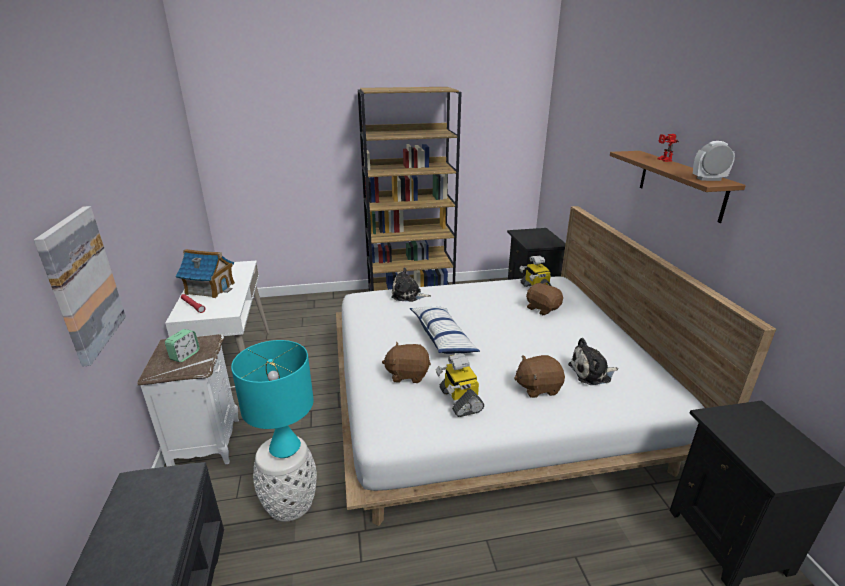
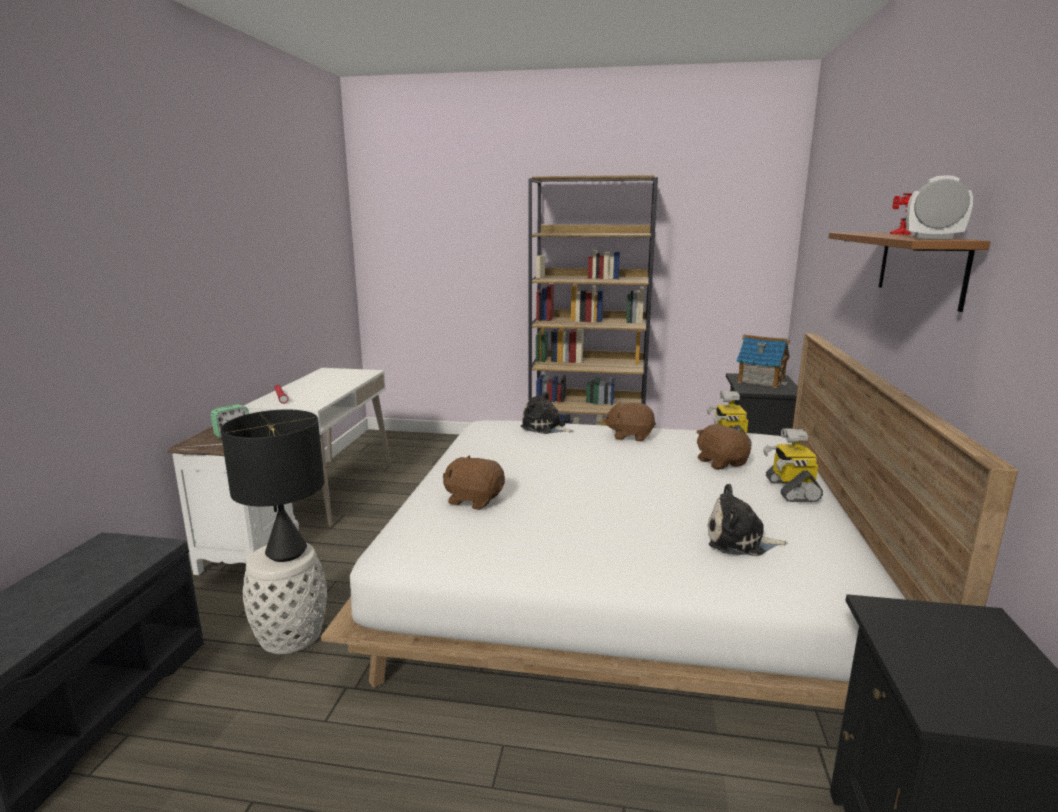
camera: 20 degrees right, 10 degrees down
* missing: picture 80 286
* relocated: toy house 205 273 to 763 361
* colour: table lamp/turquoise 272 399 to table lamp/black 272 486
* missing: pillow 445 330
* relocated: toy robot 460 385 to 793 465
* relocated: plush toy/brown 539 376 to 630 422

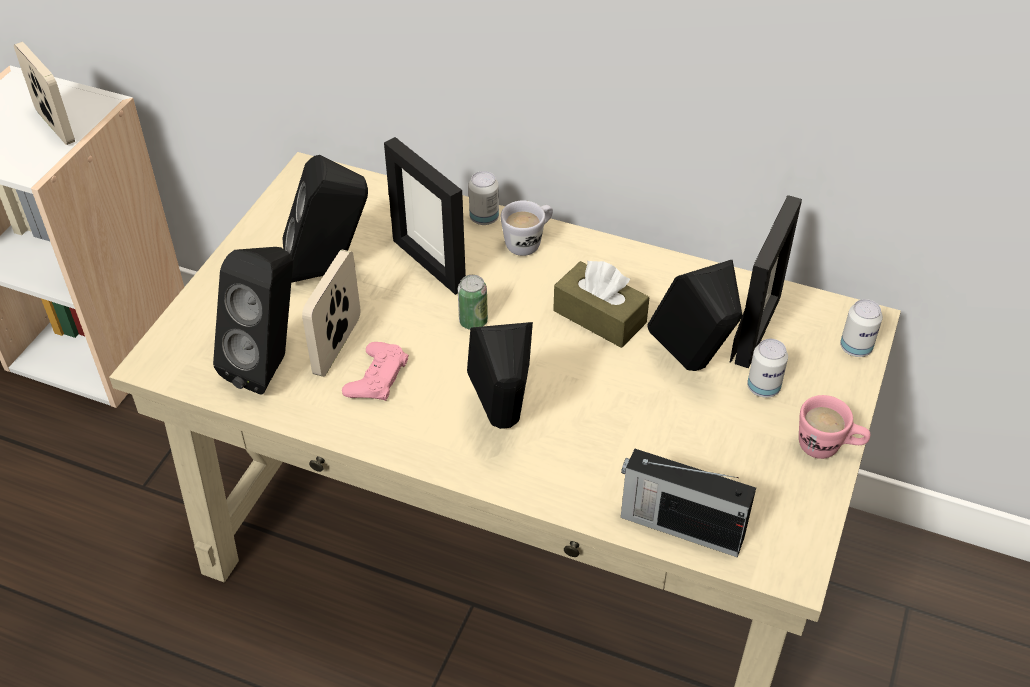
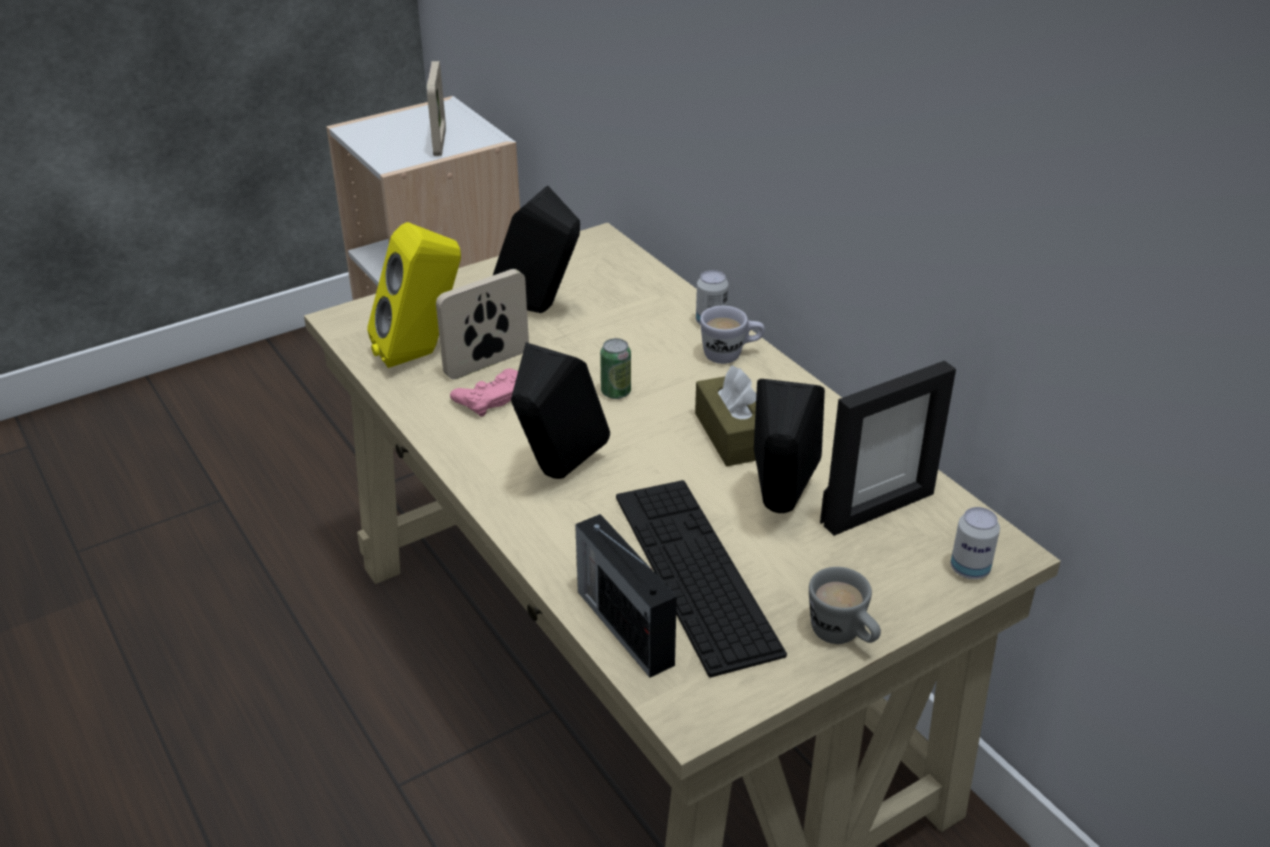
camera: 35 degrees right, 10 degrees down
* colour: speaker/black 253 320 to speaker/yellow 414 295
* missing: picture frame 425 216
* missing: can 767 368
* colour: mug/pink 834 427 to mug/grey 845 605
* appeared: keyboard 701 579

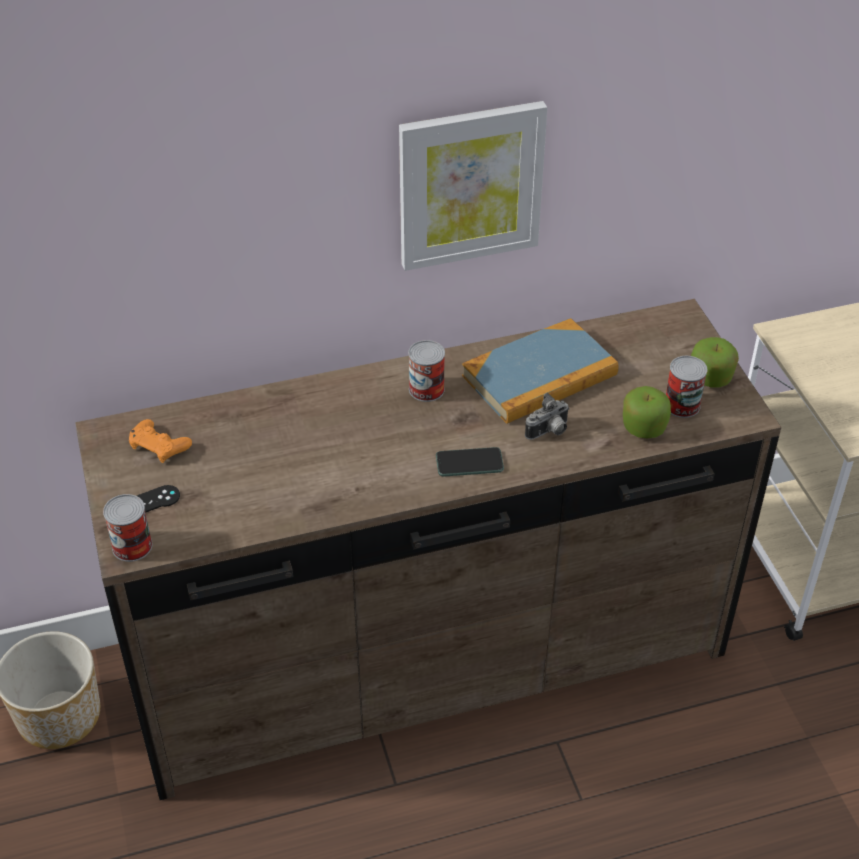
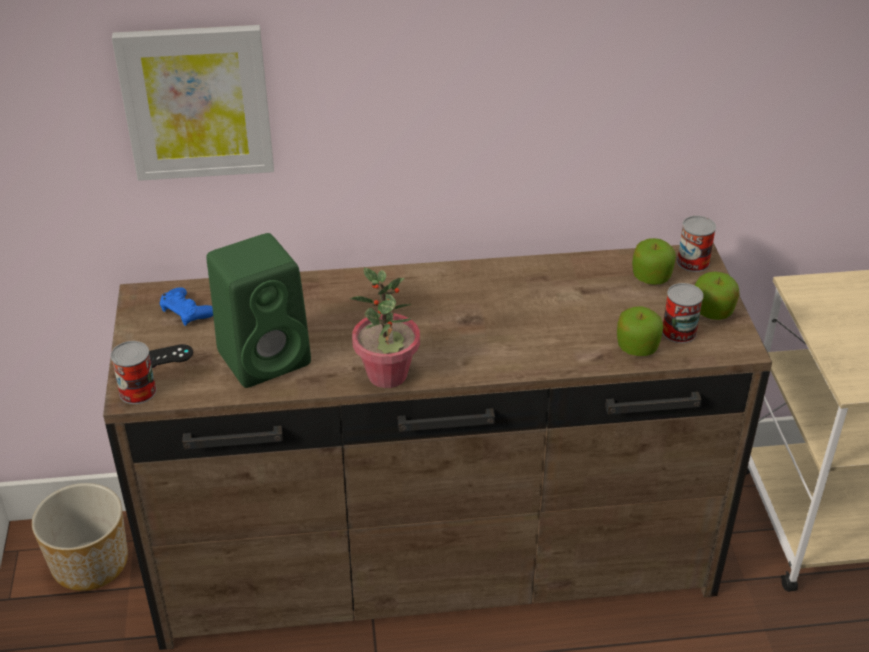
camera: 10 degrees right, 5 degrees down
* colour: game controller/orange 160 441 to game controller/blue 186 306
* relocated: picture 473 186 to 193 103
* relocated: can 426 371 to 696 244
* missing: phone 470 462
* missing: book 540 371
* missing: photo camera 547 416
* appeared: speaker/green 258 310
* appeared: potted plant 384 328
* appeared: apple 654 261

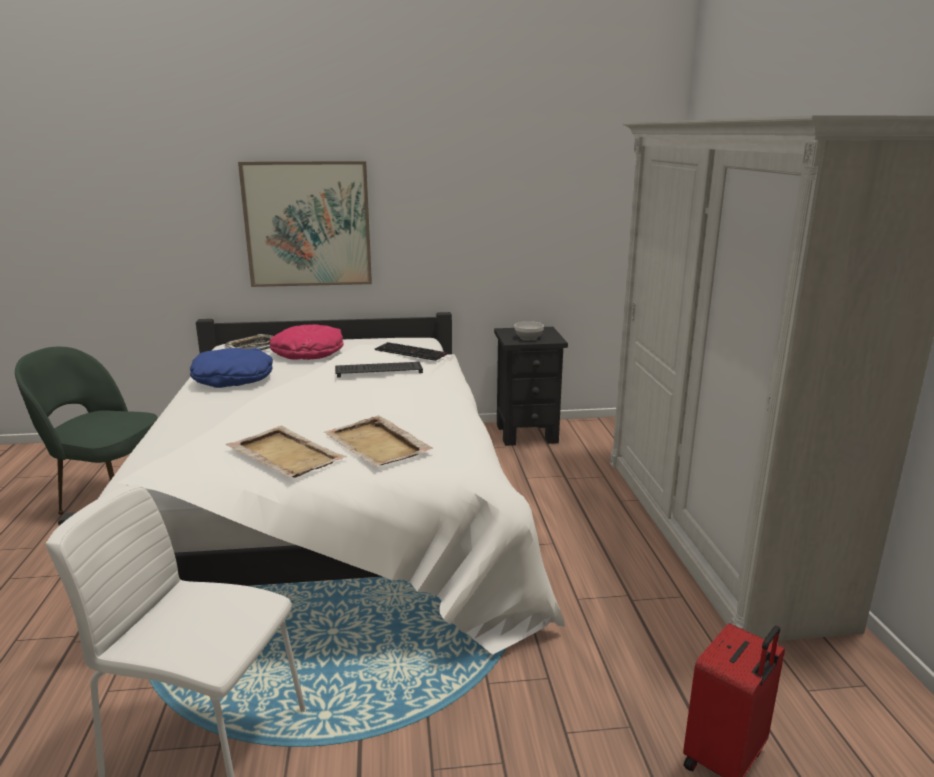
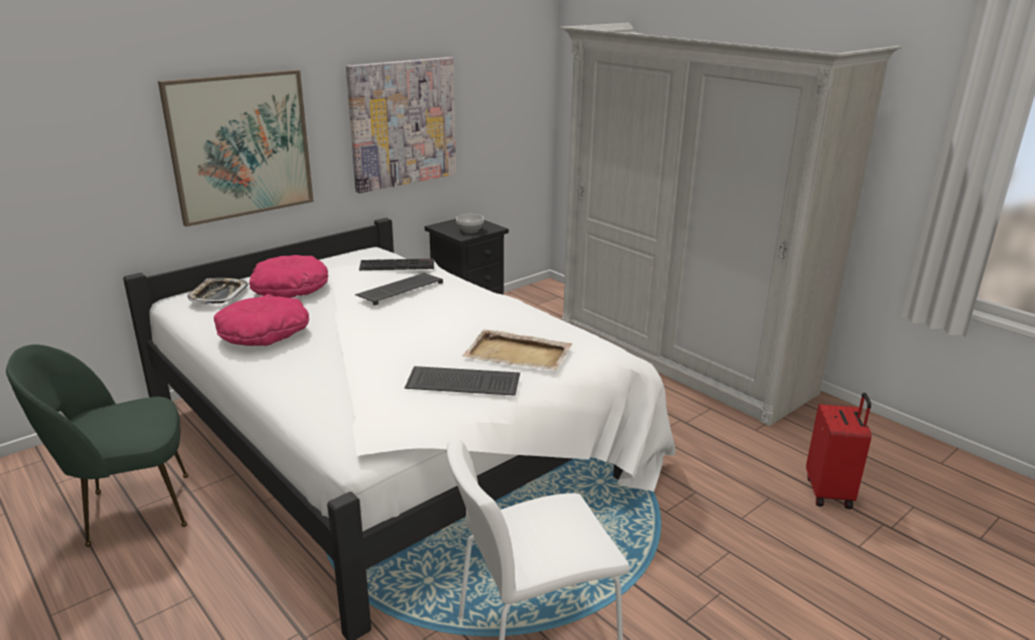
camera: 35 degrees left, 5 degrees up
* colour: pillow/blue 231 368 to pillow/pink 261 320
* exchanged: tray/beige 286 452 to keyboard 462 381
* appeared: picture 401 125

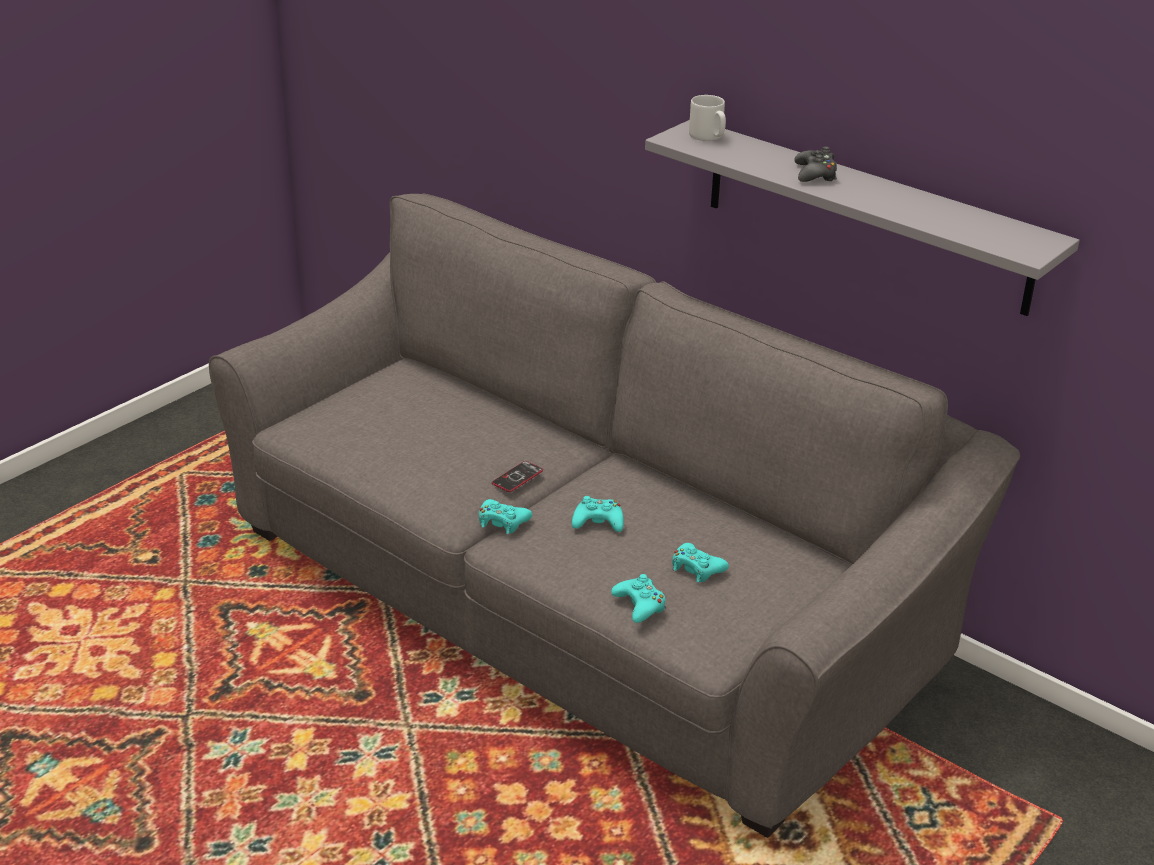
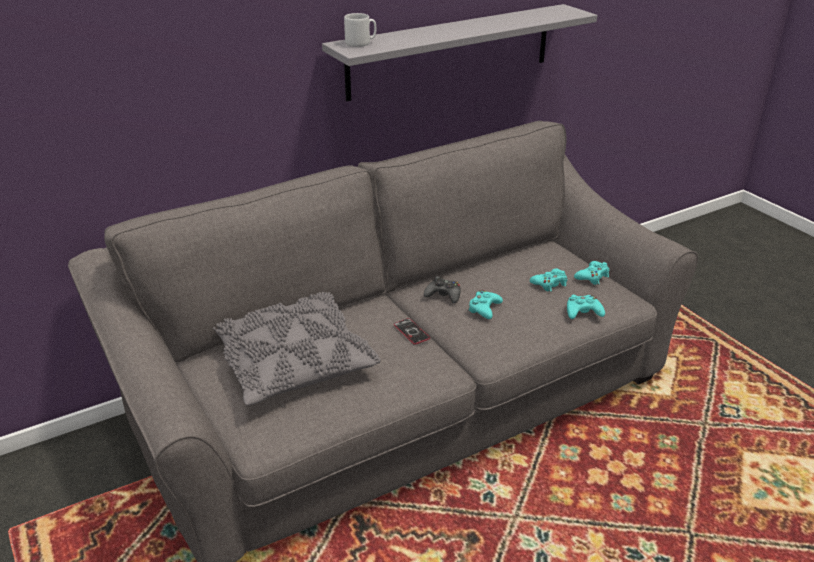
camera: 70 degrees left, 0 degrees up
* relocated: game controller/turquoise 505 516 to 592 273
* relocated: game controller/black 815 164 to 442 289
* appeared: pillow/grey 297 349

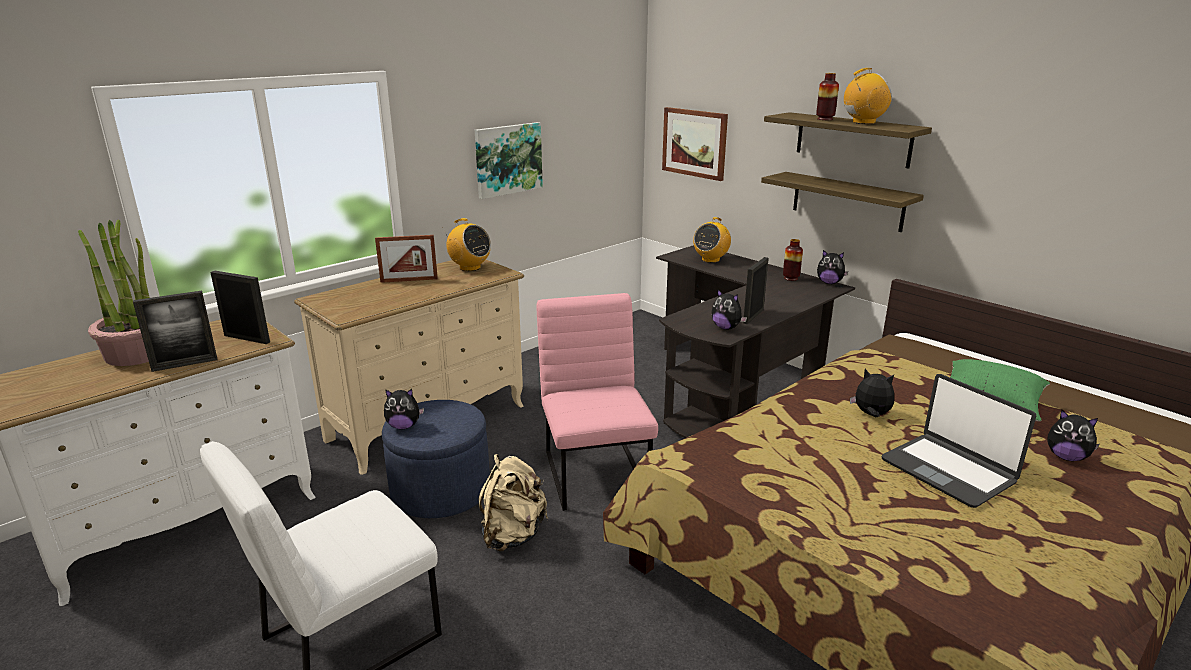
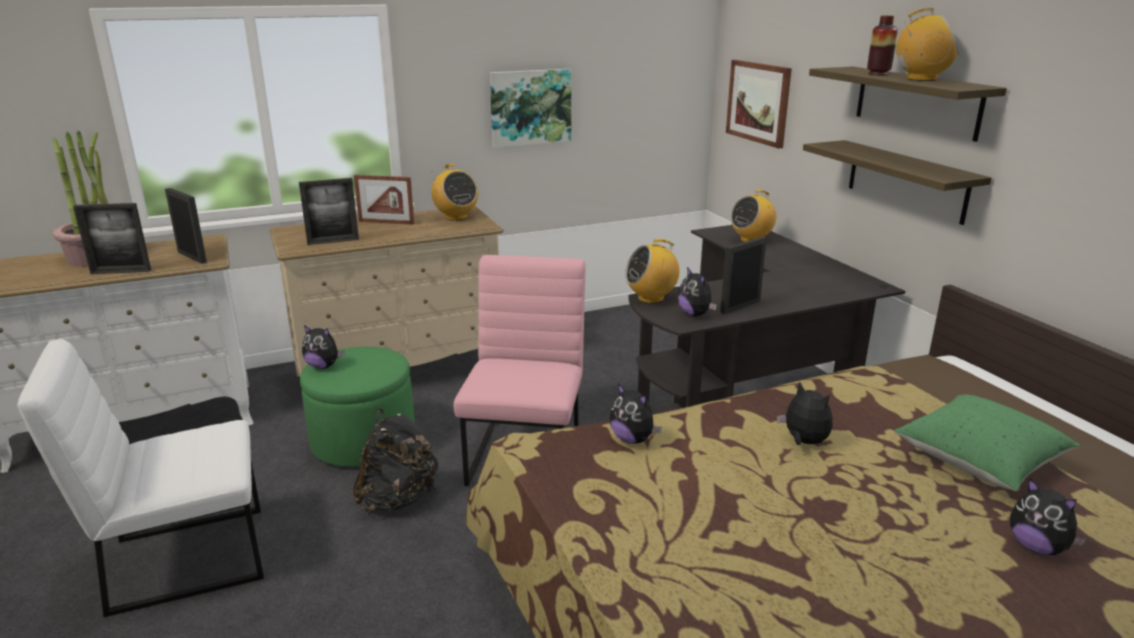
camera: 20 degrees right, 0 degrees up
* colour: ottoman/blue 436 459 to ottoman/green 357 407
* colour: backpack/beige 513 503 to backpack/black 395 460
* missing: vase 793 260
* relocated: plush toy 832 267 to 636 413
* missing: laptop 958 441
* appeared: picture frame 329 211
* appeared: radio 652 271

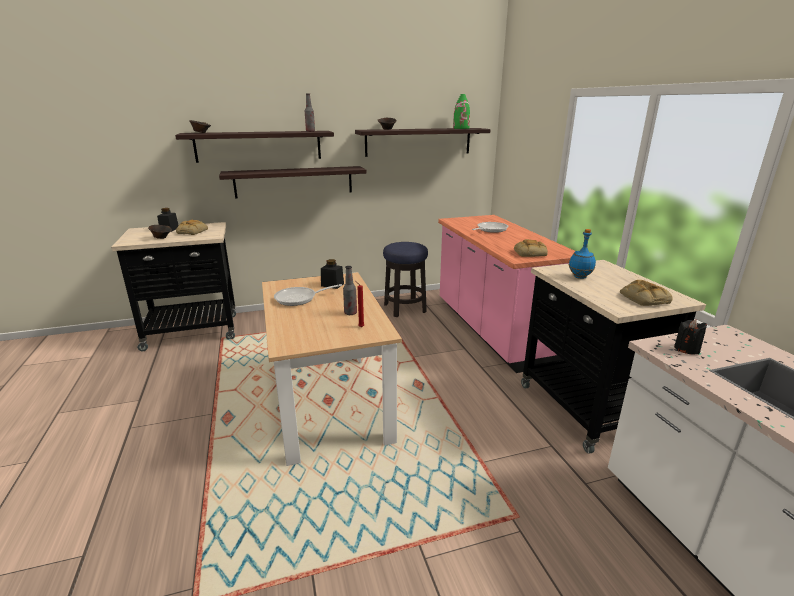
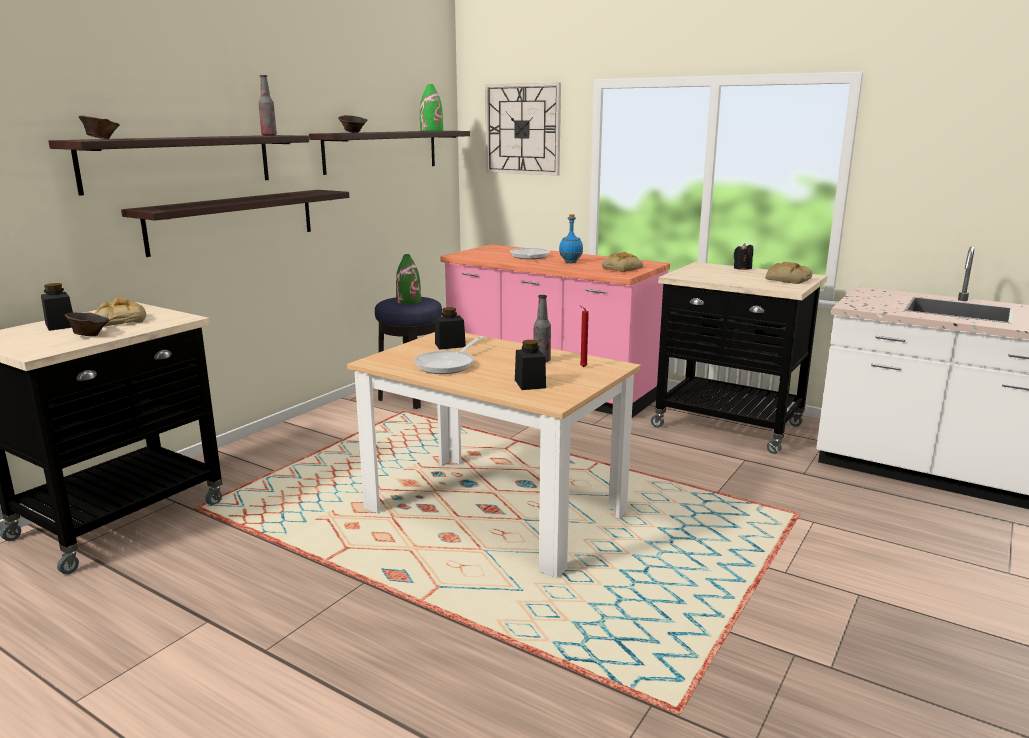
camera: 40 degrees left, 5 degrees down
* relocated: bottle/blue 582 254 to 571 238
* relocated: candle/black 690 337 to 743 256
* appeared: vase/green 408 279
* appeared: wall clock 523 129
* appeared: jar/black 530 365

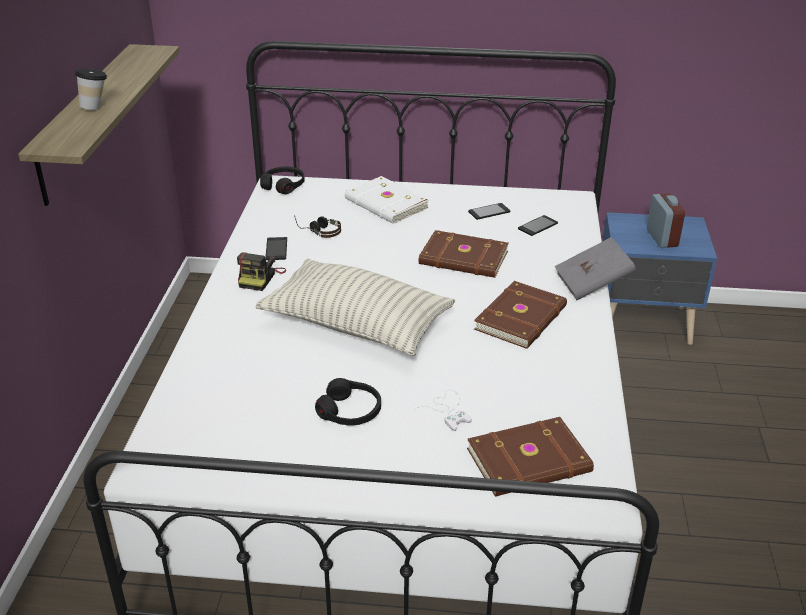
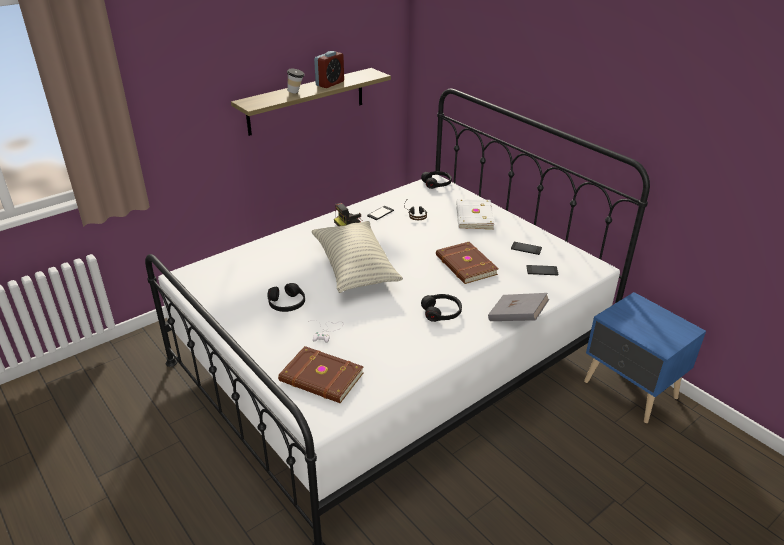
camera: 45 degrees right, 0 degrees up
* exchanged: book/brown 520 315 to headphones/black 441 308
* relocated: alarm clock 666 220 to 329 69

